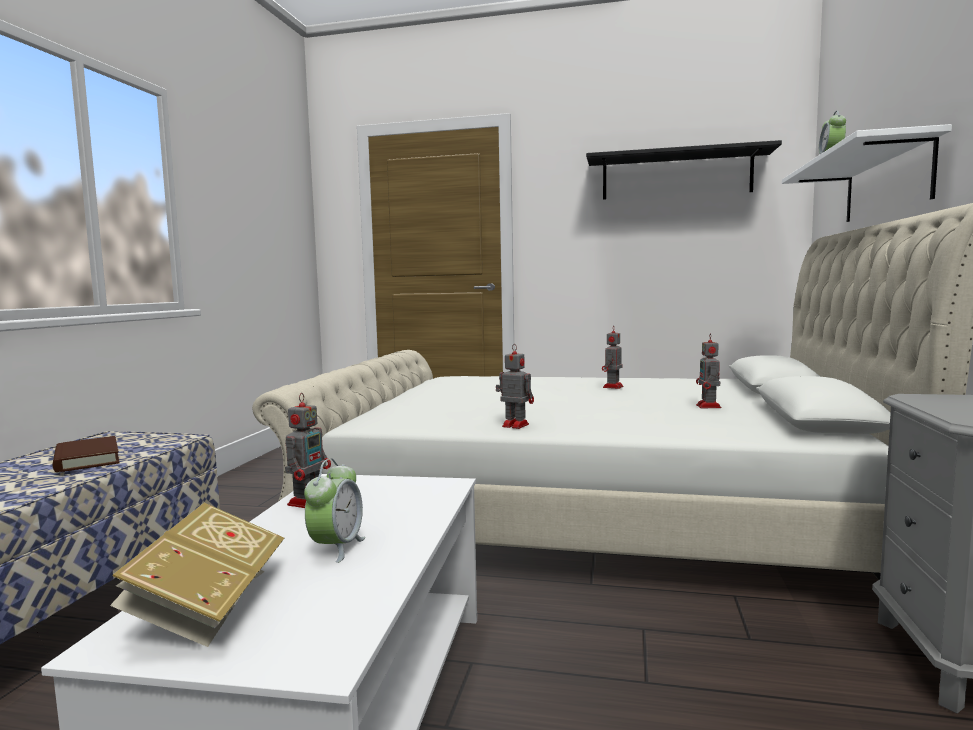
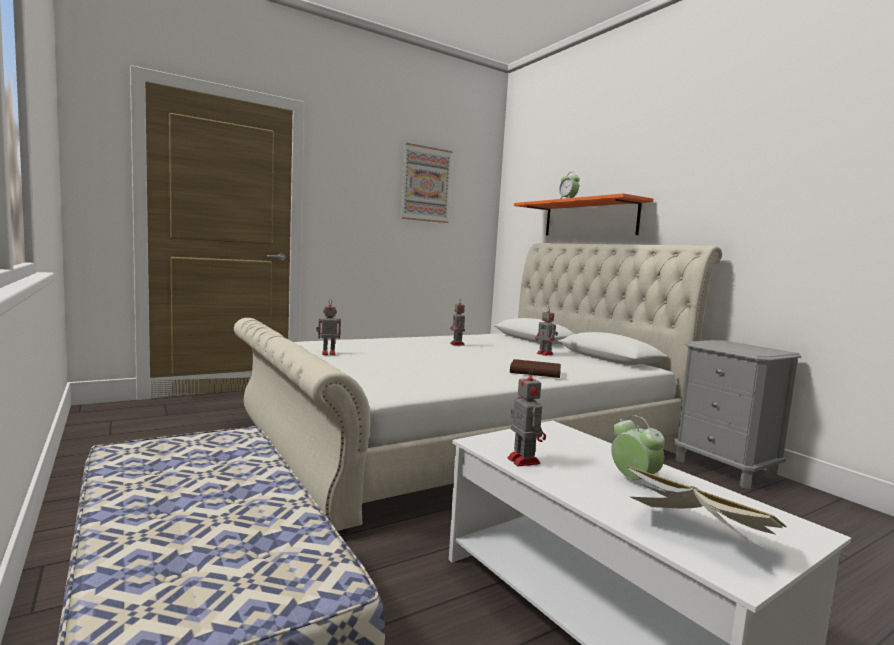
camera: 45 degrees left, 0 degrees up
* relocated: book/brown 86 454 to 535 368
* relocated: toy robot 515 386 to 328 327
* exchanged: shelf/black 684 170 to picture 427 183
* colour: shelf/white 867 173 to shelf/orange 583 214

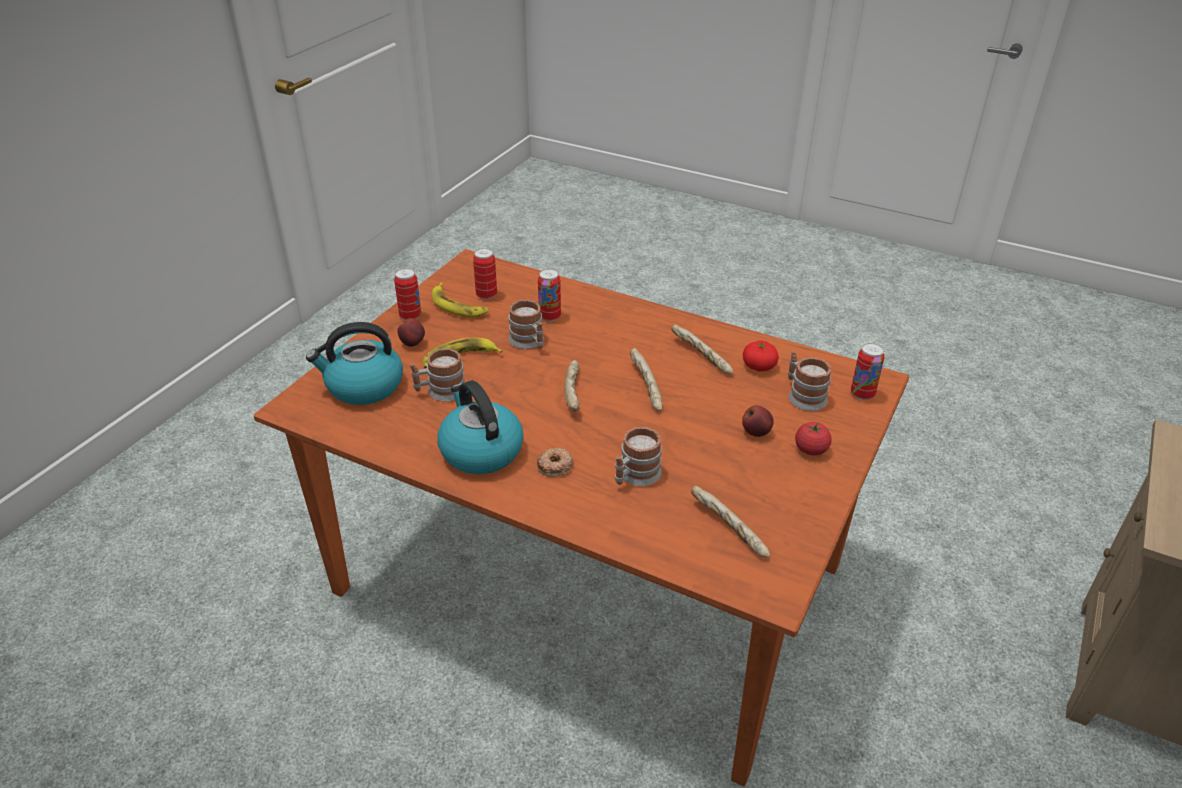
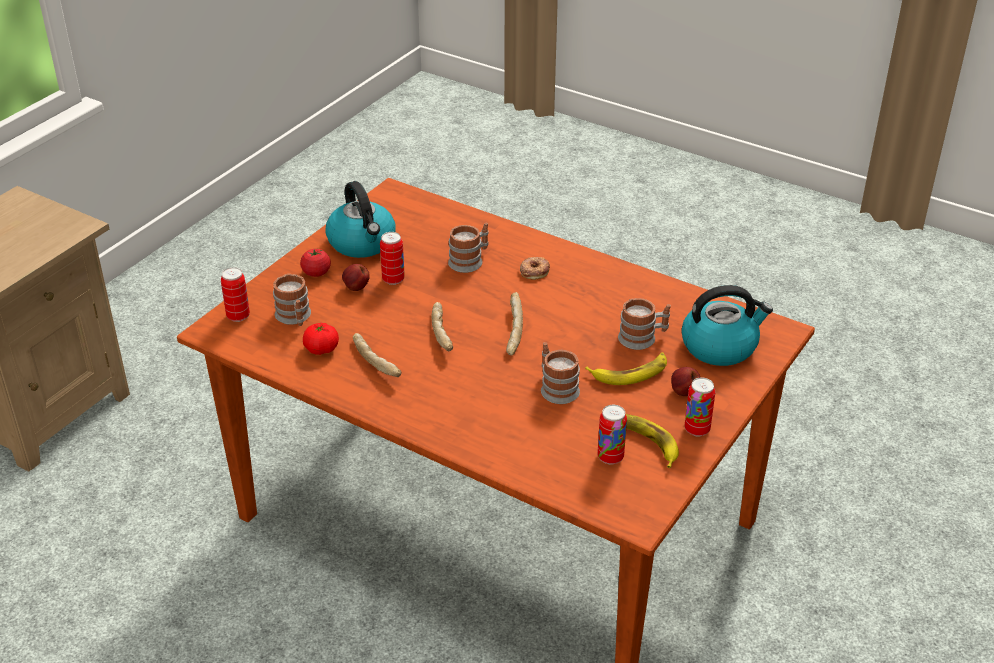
camera: 175 degrees left, 0 degrees up
* relocated: kettle 481 427 to 360 219
* relocated: can 549 295 to 392 258
* missing: bread 730 522

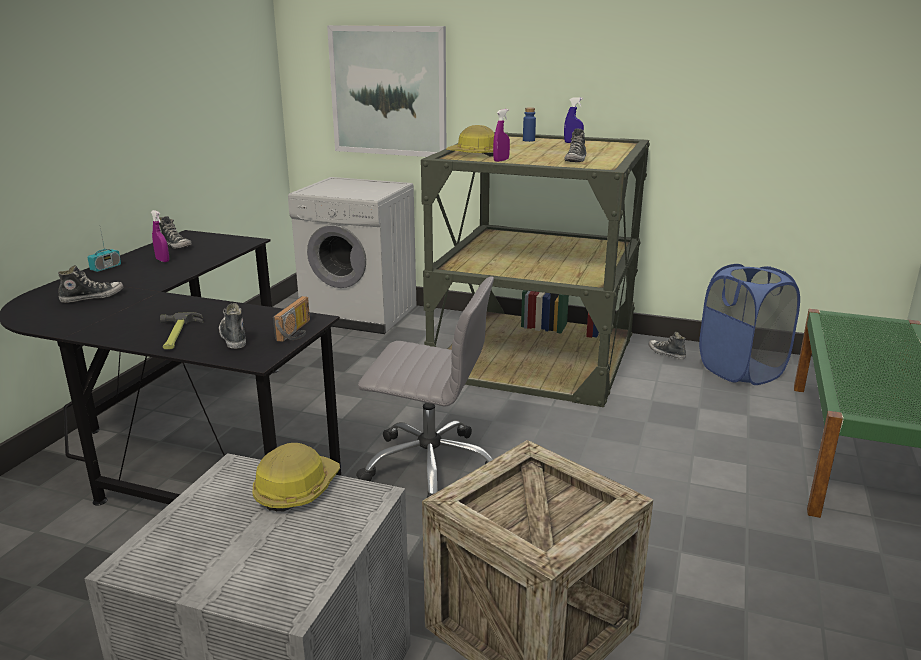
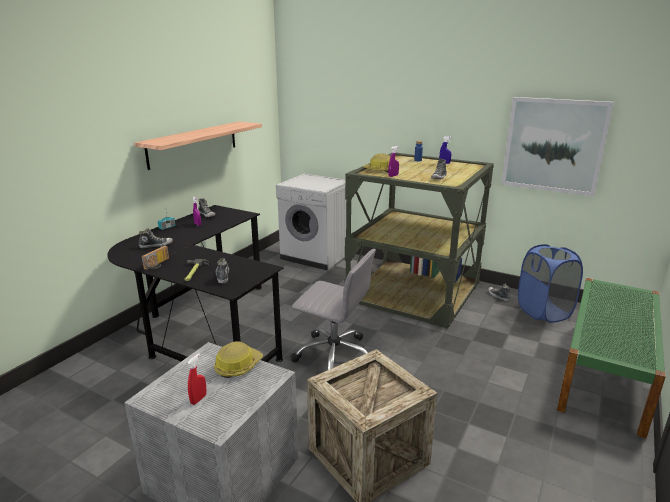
camera: 10 degrees right, 0 degrees up
* relocated: radio 291 319 to 155 257
* relocated: picture 386 91 to 557 146
* appeared: shelf 198 146
* appeared: spray bottle/red 197 379

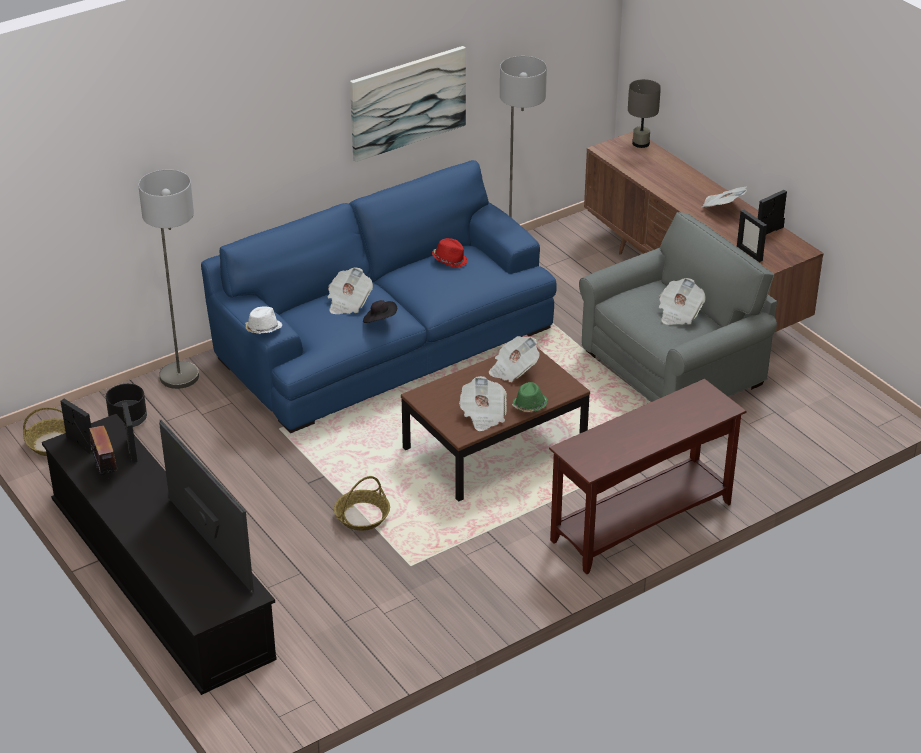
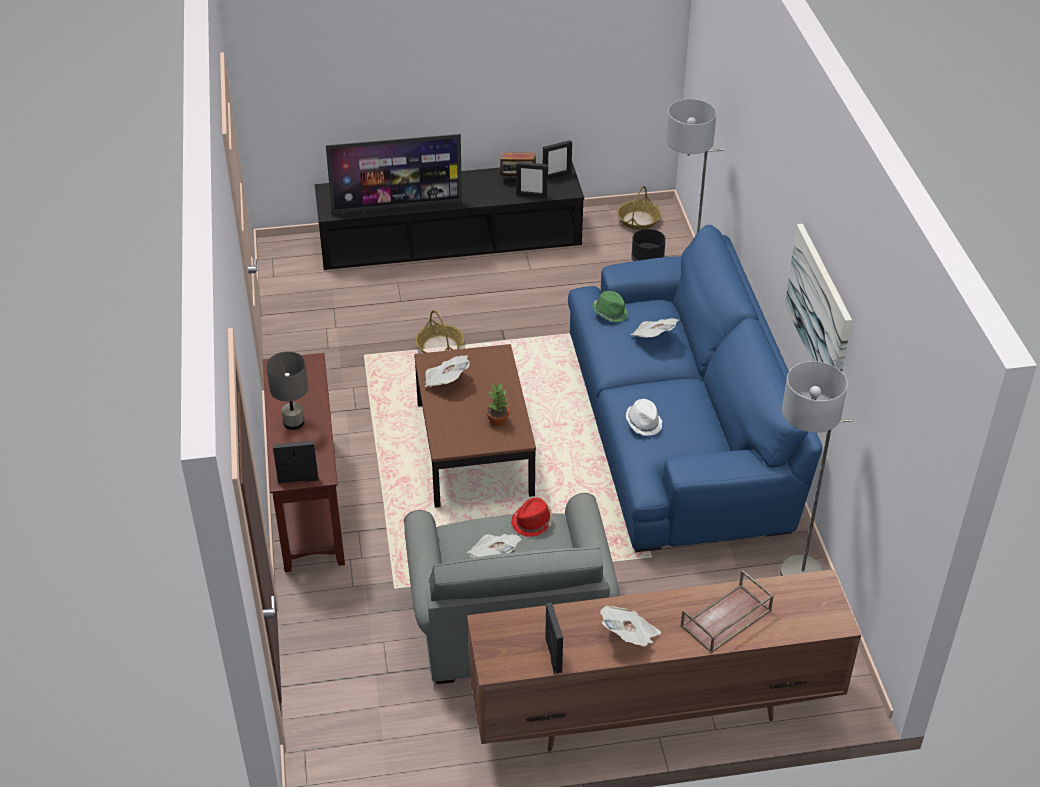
camera: 115 degrees right, 5 degrees up
* relocated: hat/white 263 320 to 644 417
* missing: hat/black 380 311
* relocated: hat/red 450 252 to 532 517
* exchanged: newspaper 514 359 to potted plant 497 404
* relocated: hat/green 530 397 to 610 306
* relocated: table lamp/grey 644 113 to 287 390
* relocated: picture frame 752 236 to 296 462
* appeared: tray/brown 727 611

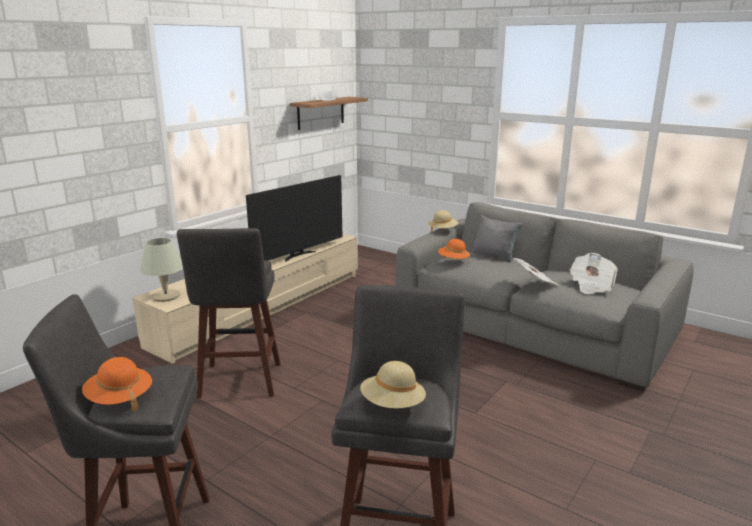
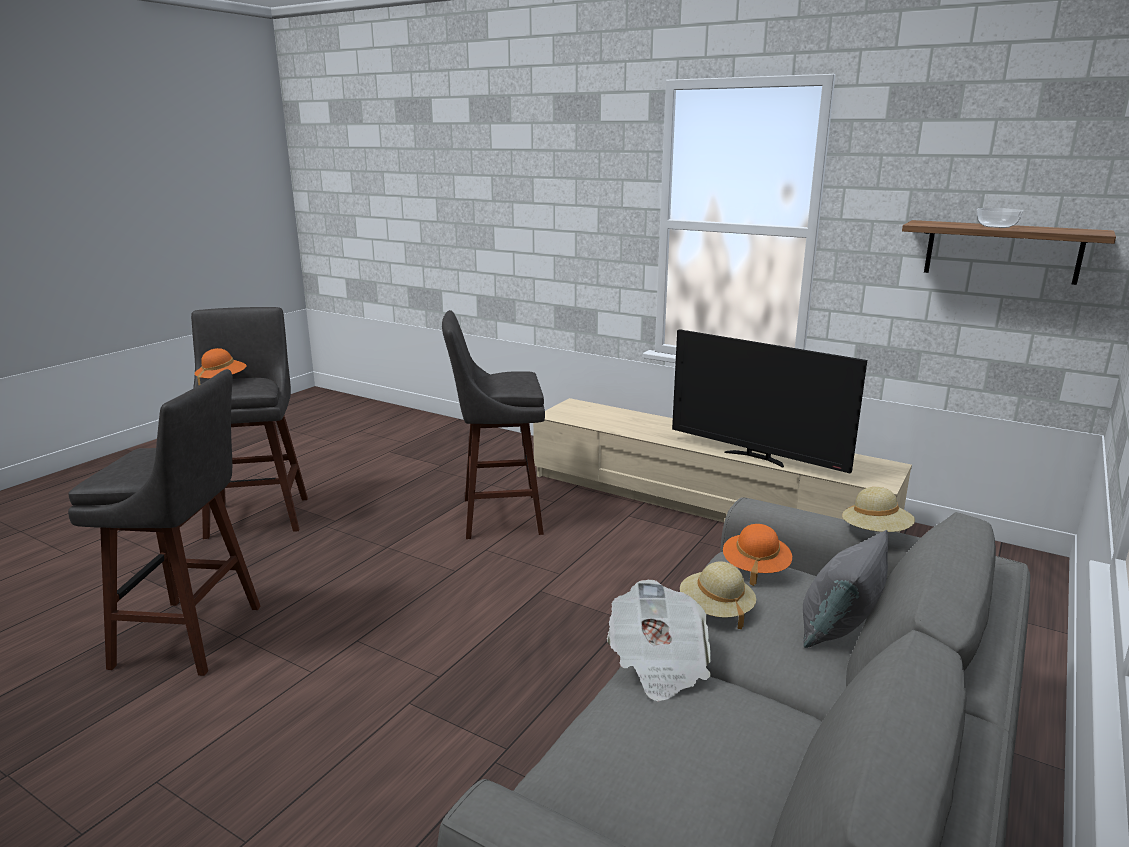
camera: 85 degrees right, 0 degrees up
* missing: table lamp/beige 161 270
* relocated: hat/beige 393 384 to 718 595
* missing: newspaper 594 273

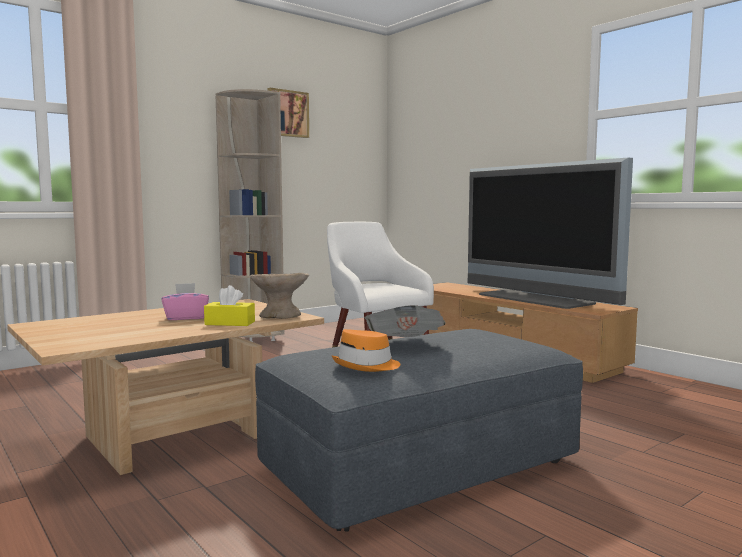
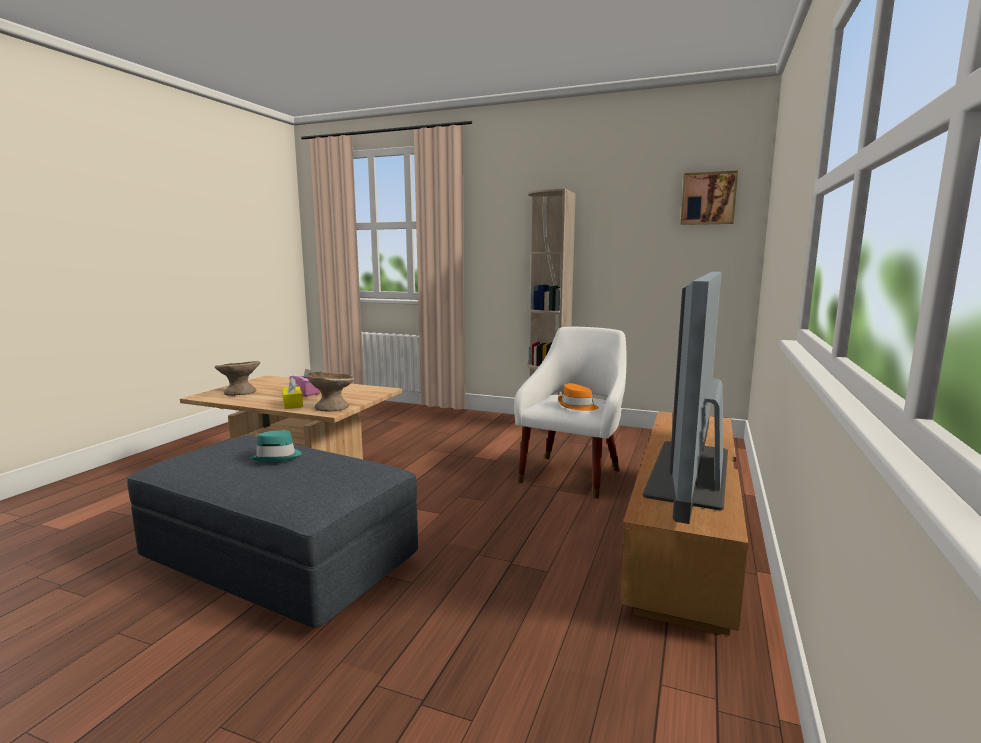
camera: 60 degrees right, 5 degrees up
* relocated: picture 288 113 to 709 198
* relocated: hat/orange 365 350 to 578 397
* exchanged: newspaper 405 321 to hat/turquoise 276 446
* appeared: bowl/beige 237 378

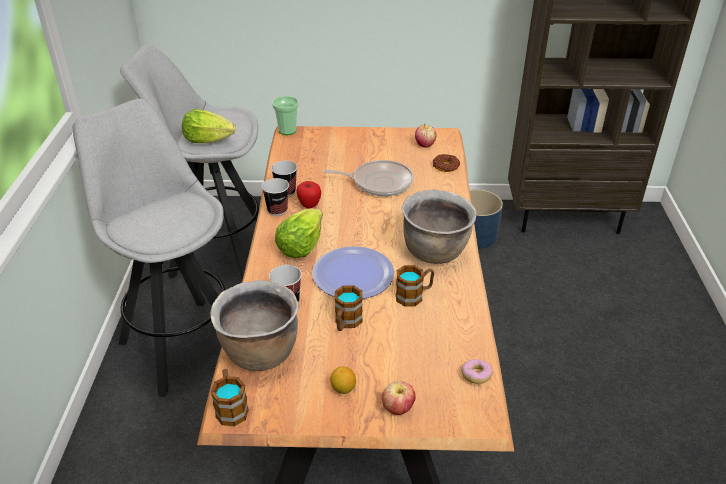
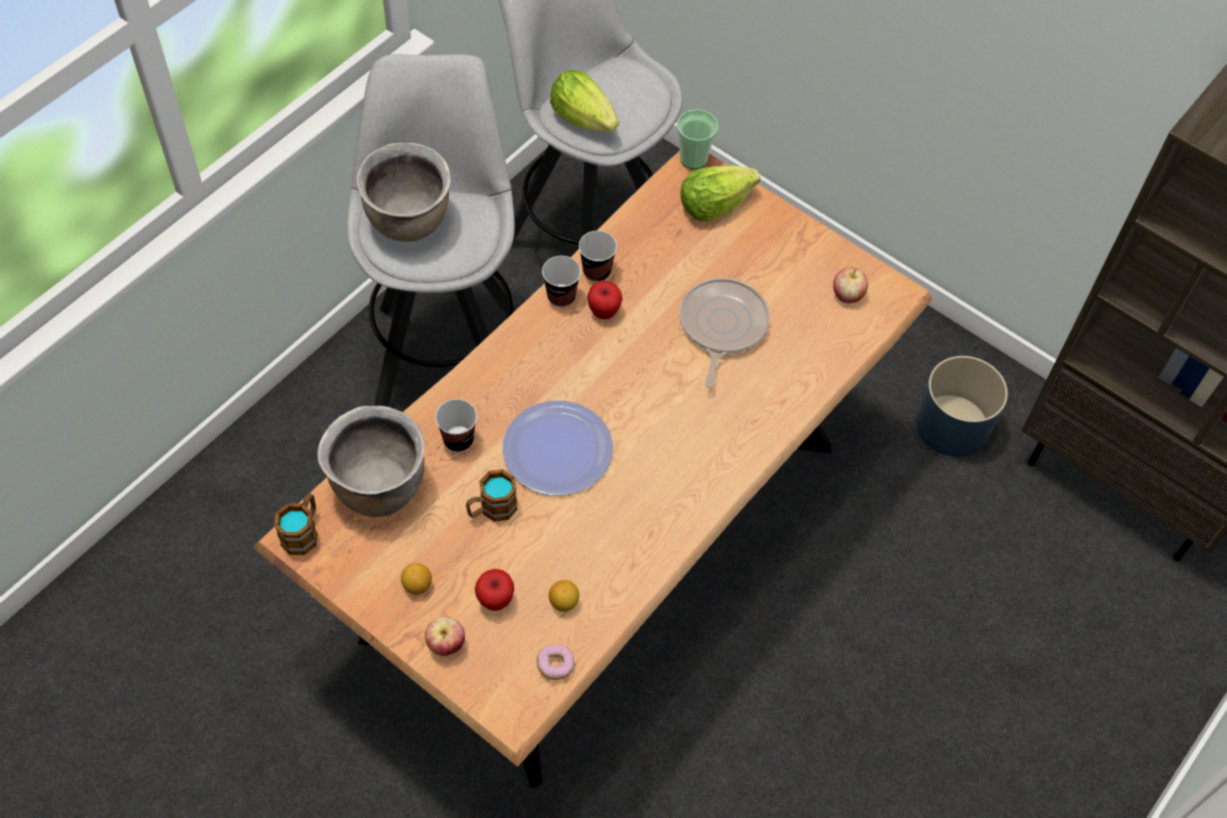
camera: 35 degrees right, 20 degrees up
* relocated: lettuce 299 233 to 720 193
* spun: frying pan 368 178 = 724 332 120 degrees counterclockwise
* missing: mug 415 286
* relocated: cooking pot/brown 439 226 to 403 192
* missing: donut 446 163
* appeared: apple 494 590
* appeared: lemon 564 596

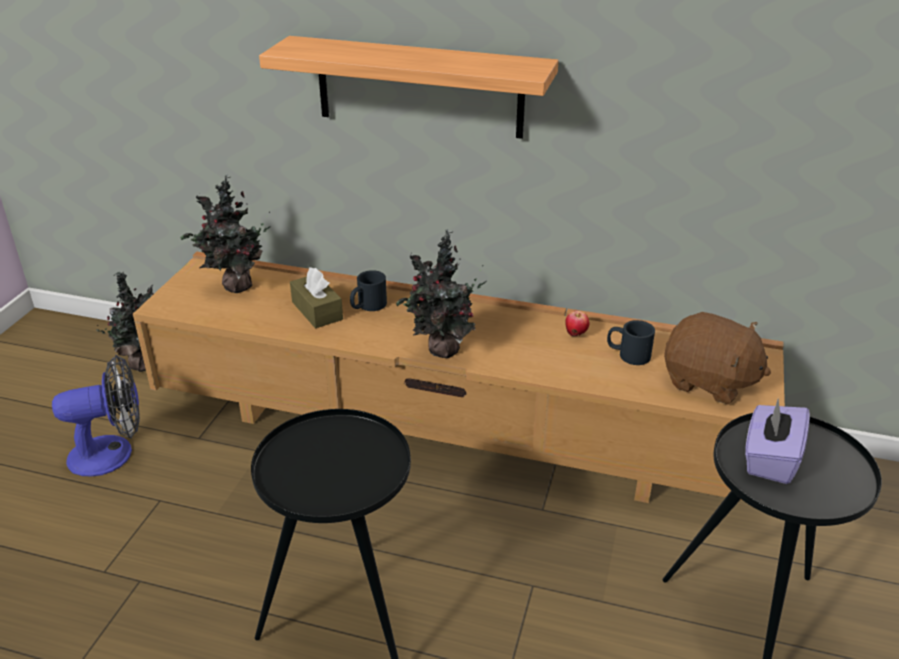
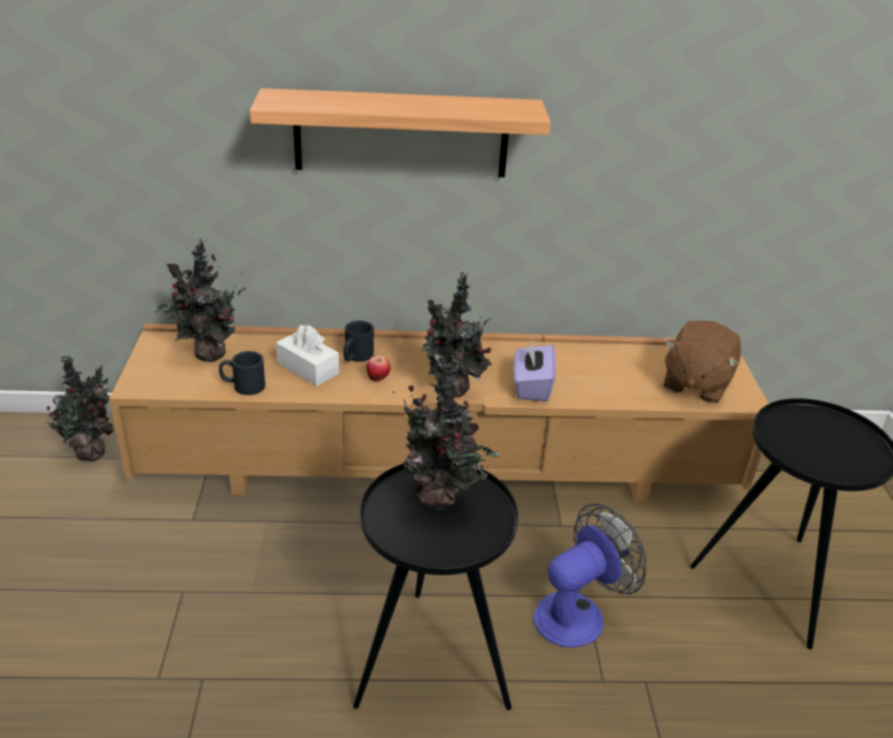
camera: 20 degrees left, 0 degrees up
* relocated: fan 96 415 to 590 575
* colour: tissue box/brown 316 297 to tissue box/white 307 355
* relocated: apple 577 323 to 378 369
* relocated: mug/black 631 342 to 242 373
* spun: plush toy/brown 717 358 = 702 361 105 degrees clockwise
* relocated: tissue box/purple 777 441 to 535 370
* appeared: potted plant 446 431

